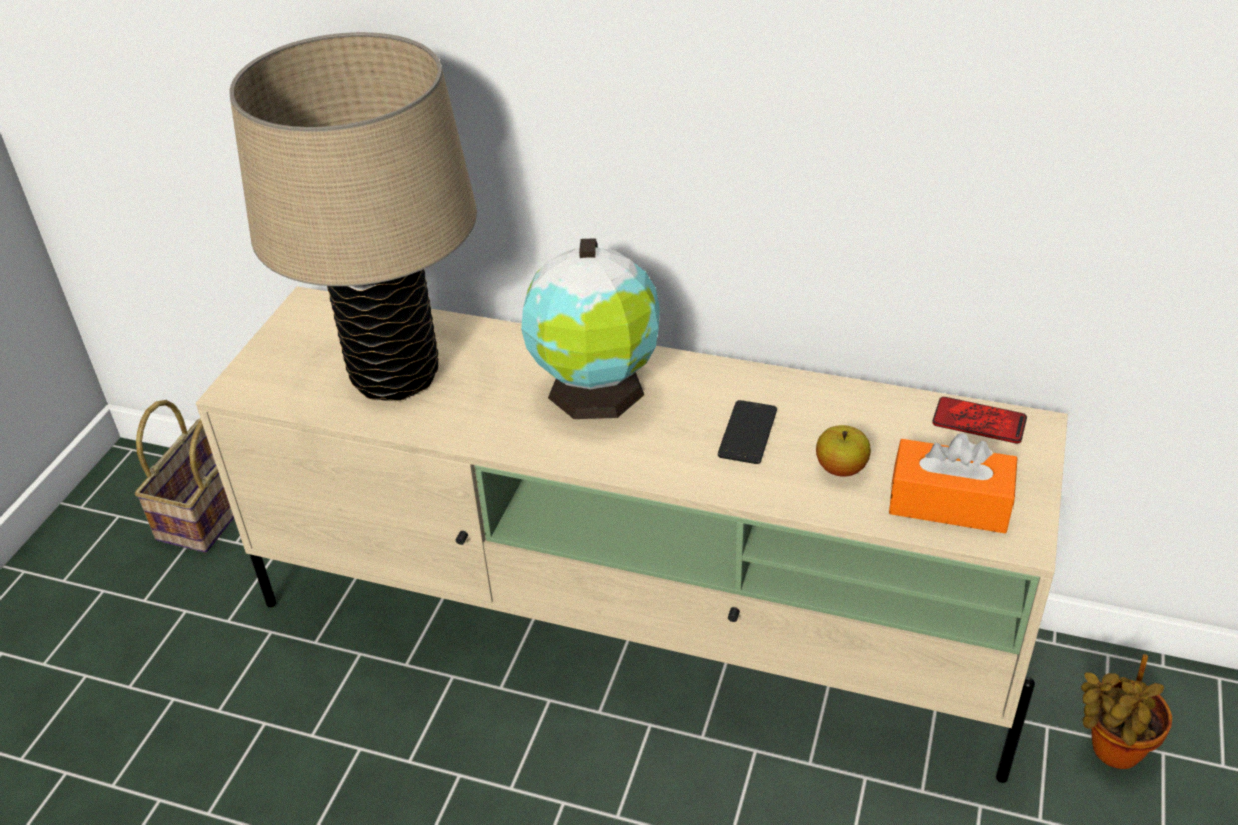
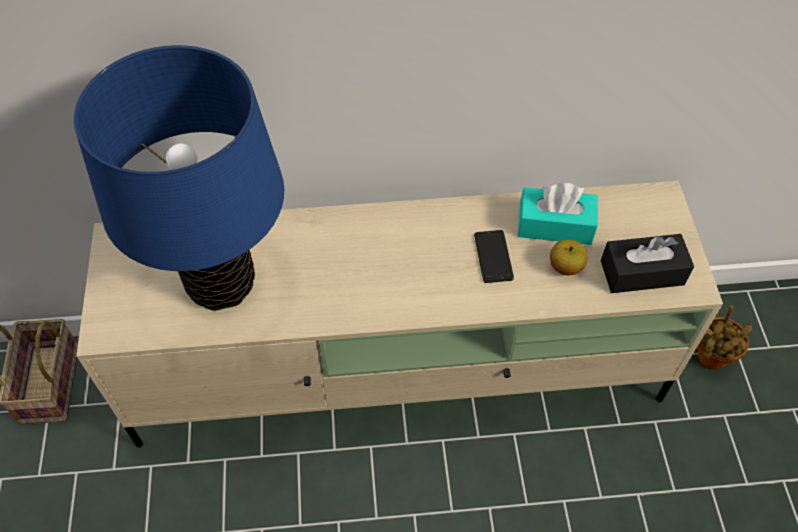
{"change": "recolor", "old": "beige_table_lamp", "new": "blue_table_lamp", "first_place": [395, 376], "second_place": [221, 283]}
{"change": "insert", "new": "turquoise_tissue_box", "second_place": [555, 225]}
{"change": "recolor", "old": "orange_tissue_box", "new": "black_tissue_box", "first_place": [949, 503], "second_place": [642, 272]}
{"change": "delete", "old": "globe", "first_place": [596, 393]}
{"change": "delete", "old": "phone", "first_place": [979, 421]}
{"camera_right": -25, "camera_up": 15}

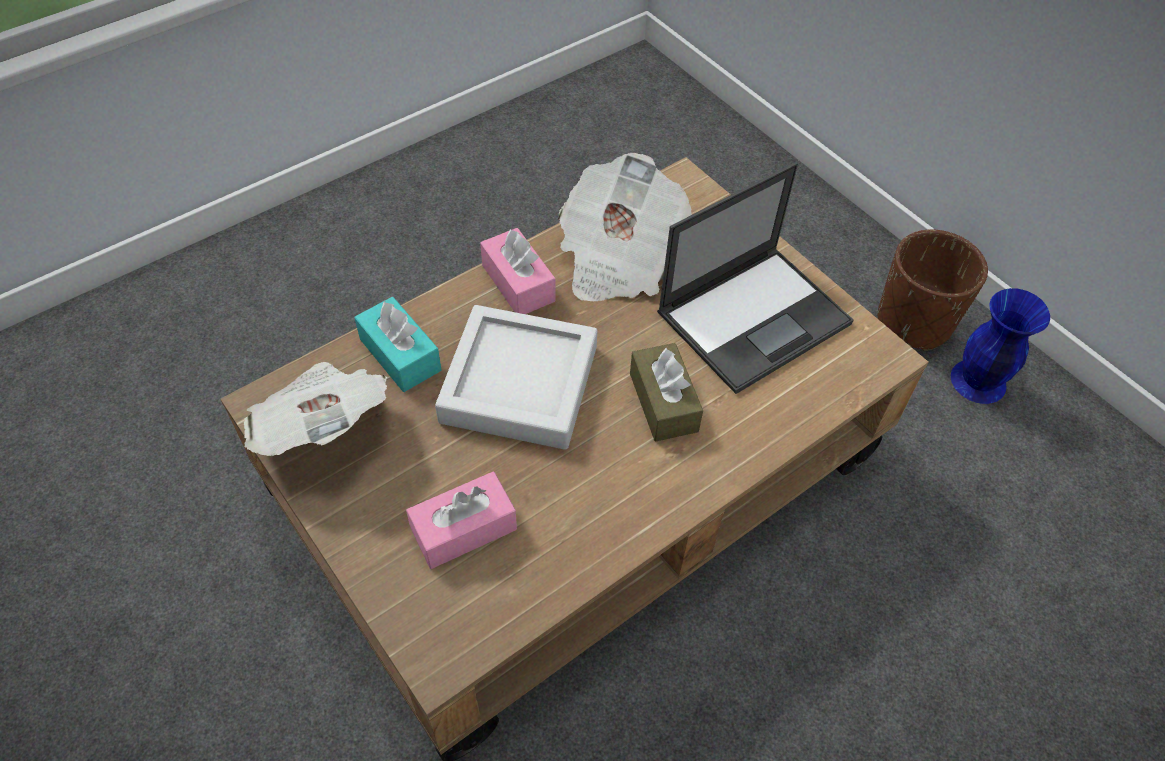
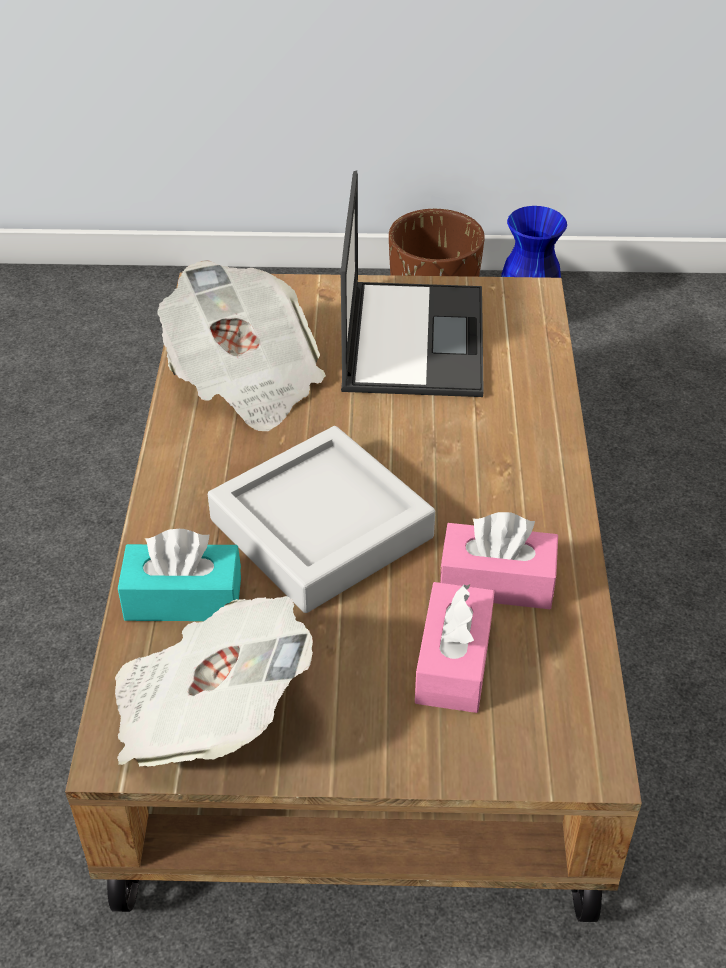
{"change": "move", "old": "pink_tissue_box", "first_place": [518, 283], "second_place": [497, 582]}
{"change": "delete", "old": "brown_tissue_box", "first_place": [663, 402]}
{"camera_right": -50, "camera_up": -10}

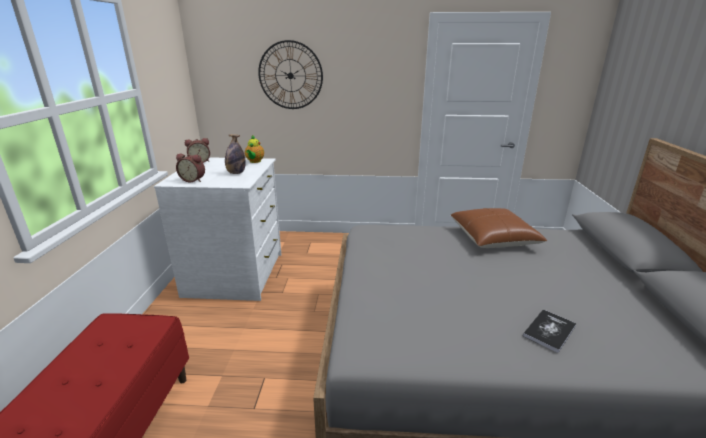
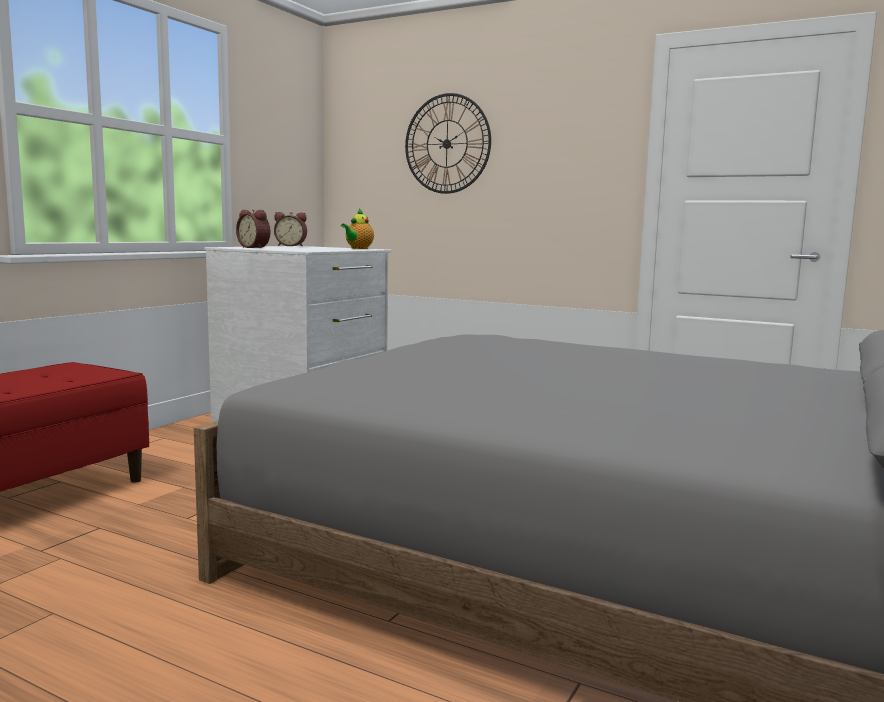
{"change": "delete", "old": "bottle", "first_place": [236, 173]}
{"change": "delete", "old": "brown_pillow", "first_place": [493, 238]}
{"change": "delete", "old": "book", "first_place": [549, 331]}
{"camera_right": 25, "camera_up": -15}

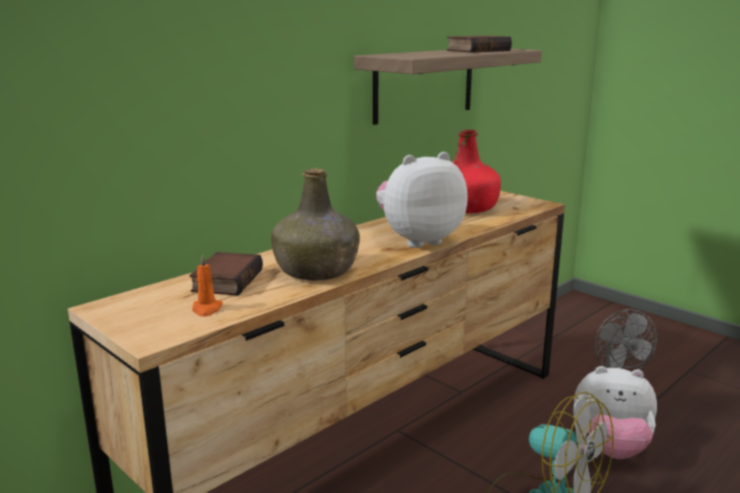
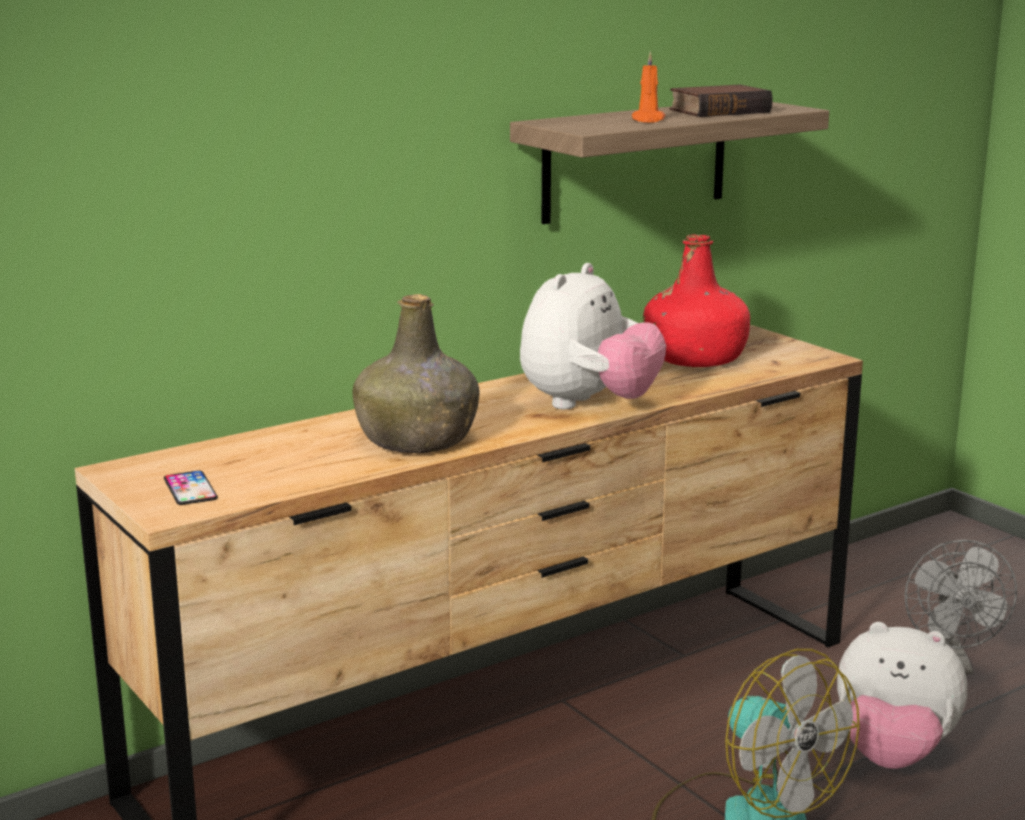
{"change": "insert", "new": "phone", "second_place": [190, 489]}
{"change": "rotate", "old": "plush_toy", "first_place": [418, 240], "second_place": [588, 405], "degrees": 135}
{"change": "move", "old": "orange_candle", "first_place": [206, 309], "second_place": [648, 120]}
{"change": "delete", "old": "book", "first_place": [226, 280]}
{"camera_right": 10, "camera_up": 0}

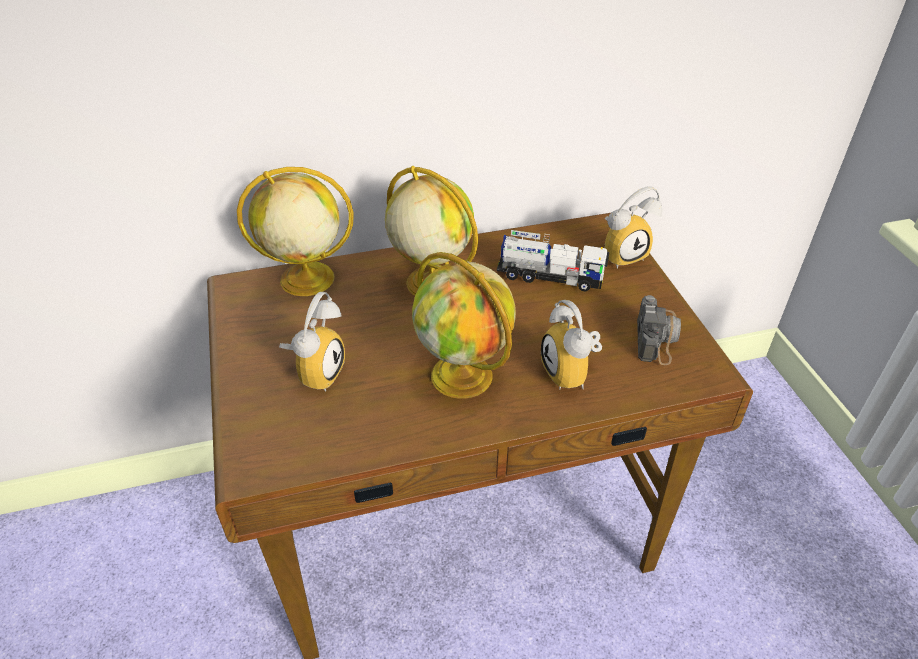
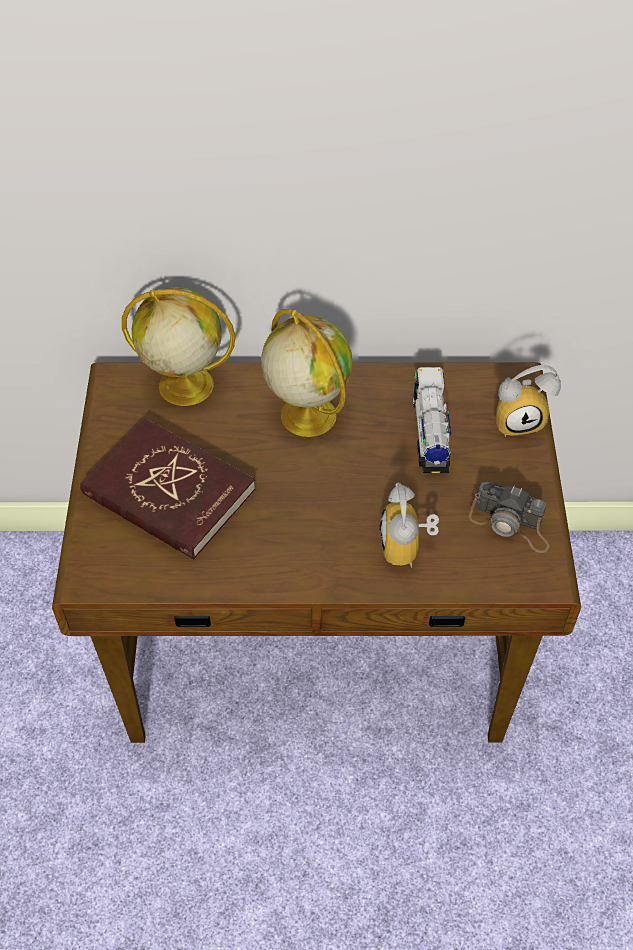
{"change": "replace", "old": "alarm_clock", "new": "red_book", "first_place": [316, 371], "second_place": [168, 493]}
{"change": "rotate", "old": "toy_truck", "first_place": [550, 277], "second_place": [430, 432], "degrees": -120}
{"change": "rotate", "old": "photo_camera", "first_place": [657, 335], "second_place": [510, 525], "degrees": 90}
{"change": "delete", "old": "globe", "first_place": [463, 376]}
{"camera_right": 15, "camera_up": 10}

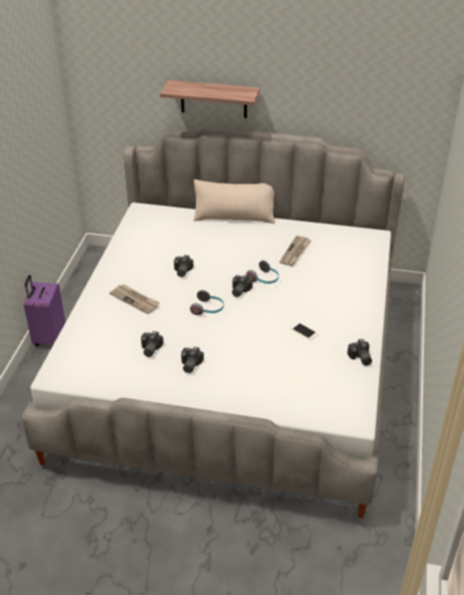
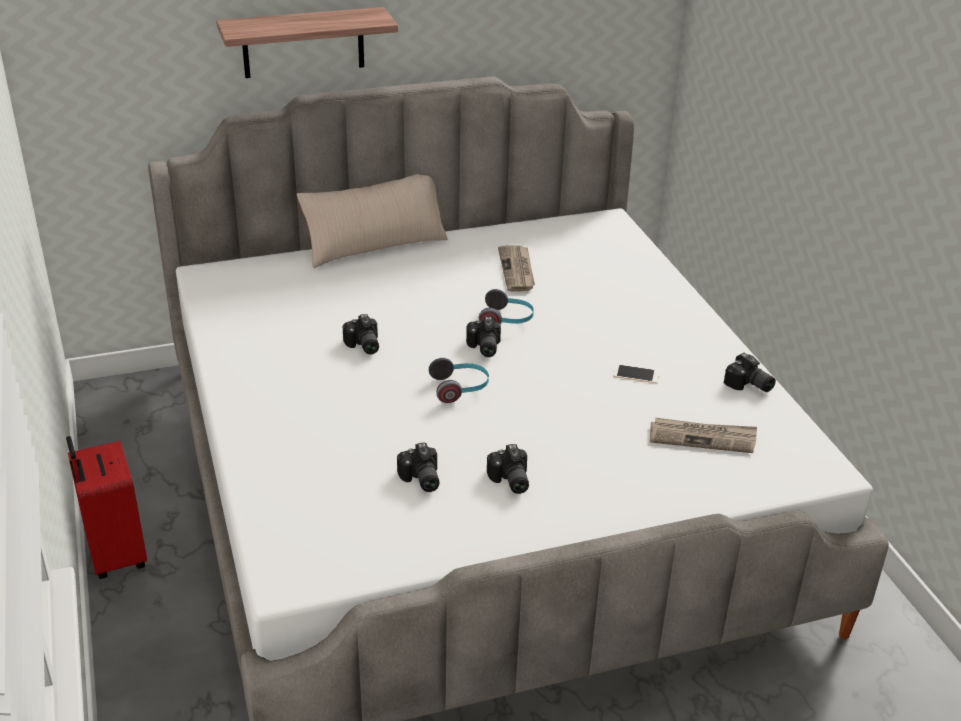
{"change": "recolor", "old": "purple_suitcase", "new": "red_suitcase", "first_place": [49, 337], "second_place": [115, 556]}
{"change": "move", "old": "newspaper", "first_place": [135, 300], "second_place": [703, 437]}
{"camera_right": -30, "camera_up": -5}

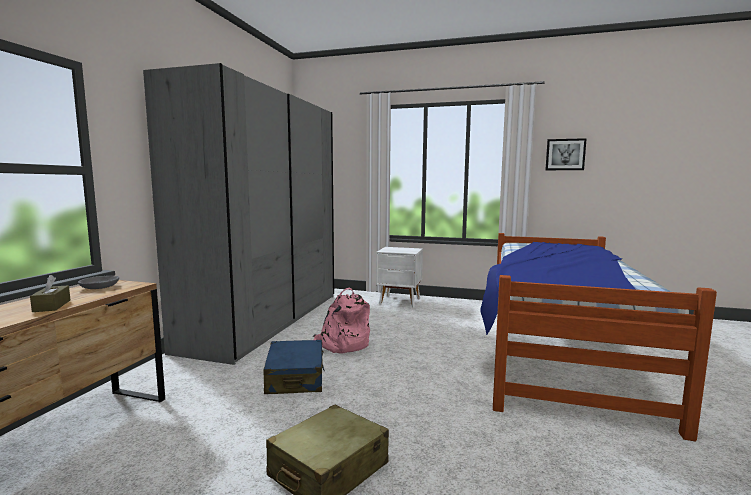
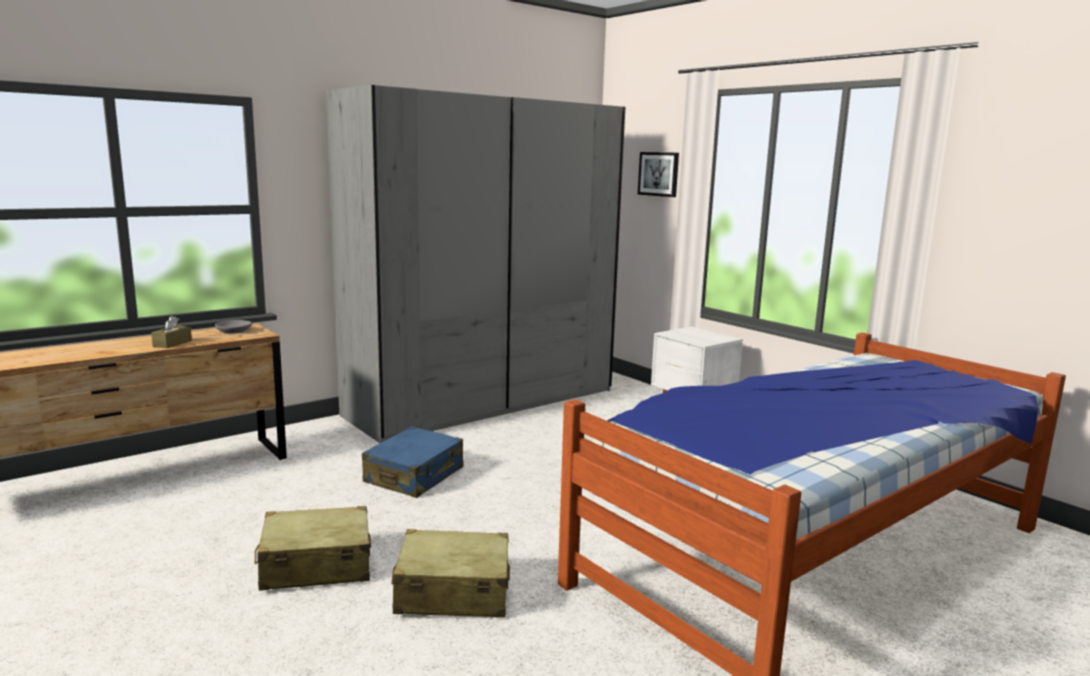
{"change": "insert", "new": "beige_suitcase", "second_place": [452, 592]}
{"change": "move", "old": "picture", "first_place": [565, 154], "second_place": [659, 174]}
{"change": "delete", "old": "pink_backpack", "first_place": [342, 344]}
{"camera_right": 35, "camera_up": 5}

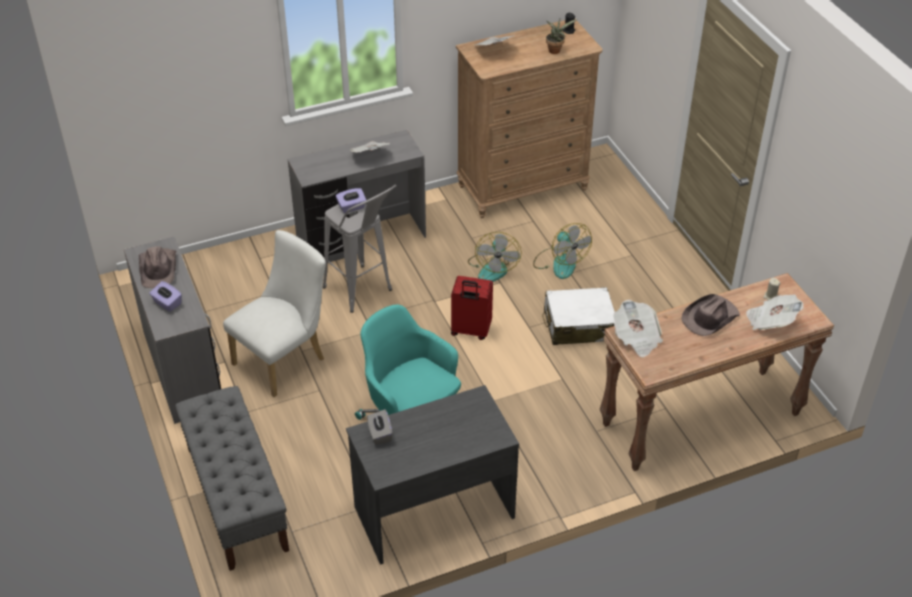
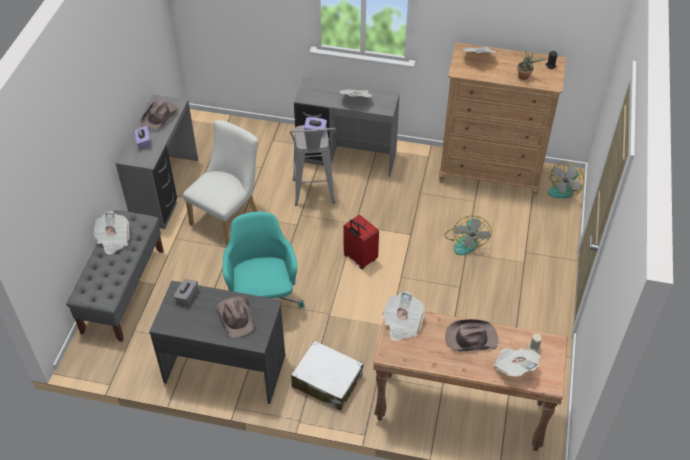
{"change": "insert", "new": "newspaper", "second_place": [113, 239]}
{"change": "rotate", "old": "white_chair", "first_place": [284, 359], "second_place": [228, 215], "degrees": -45}
{"change": "insert", "new": "brown_hat", "second_place": [236, 317]}
{"change": "move", "old": "white_suitcase", "first_place": [578, 325], "second_place": [327, 381]}
{"change": "move", "old": "fan", "first_place": [493, 268], "second_place": [564, 188]}
{"camera_right": 35, "camera_up": 5}

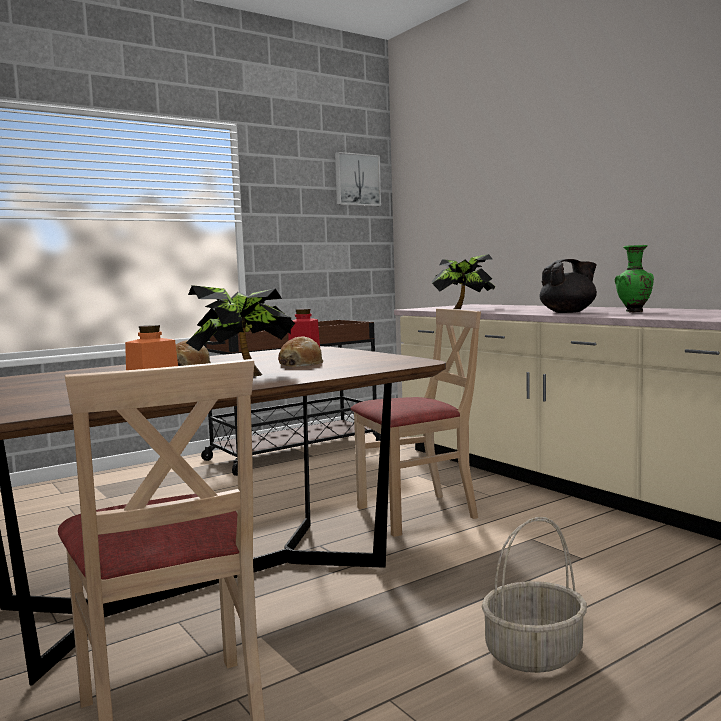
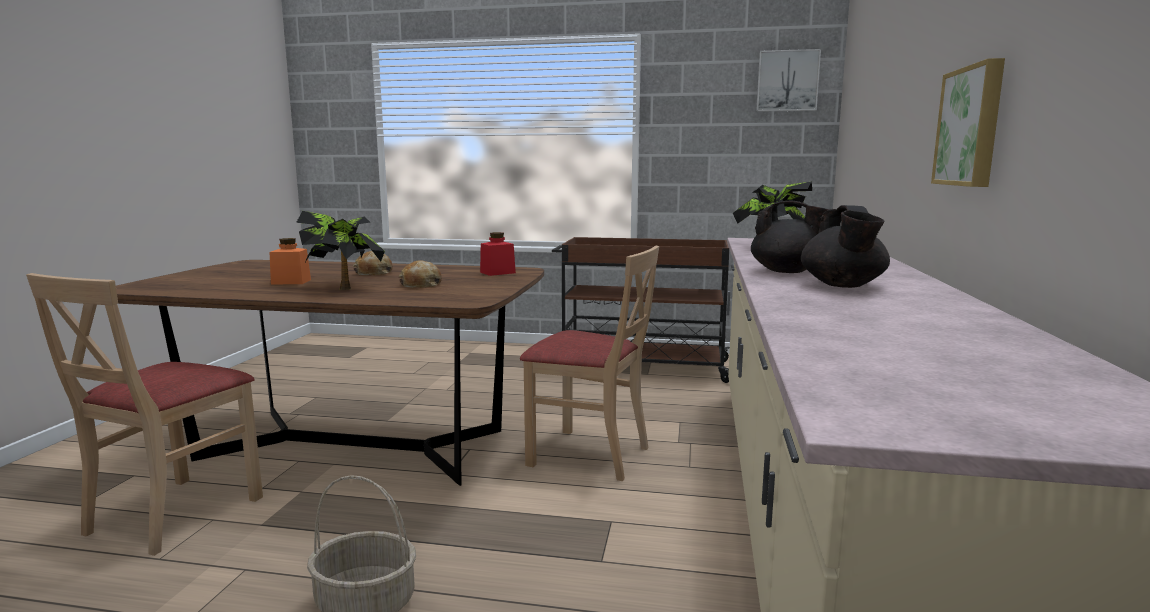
{"change": "replace", "old": "green_vase", "new": "black_teapot", "first_place": [634, 312], "second_place": [842, 285]}
{"change": "insert", "new": "picture", "second_place": [971, 127]}
{"camera_right": 45, "camera_up": 5}

